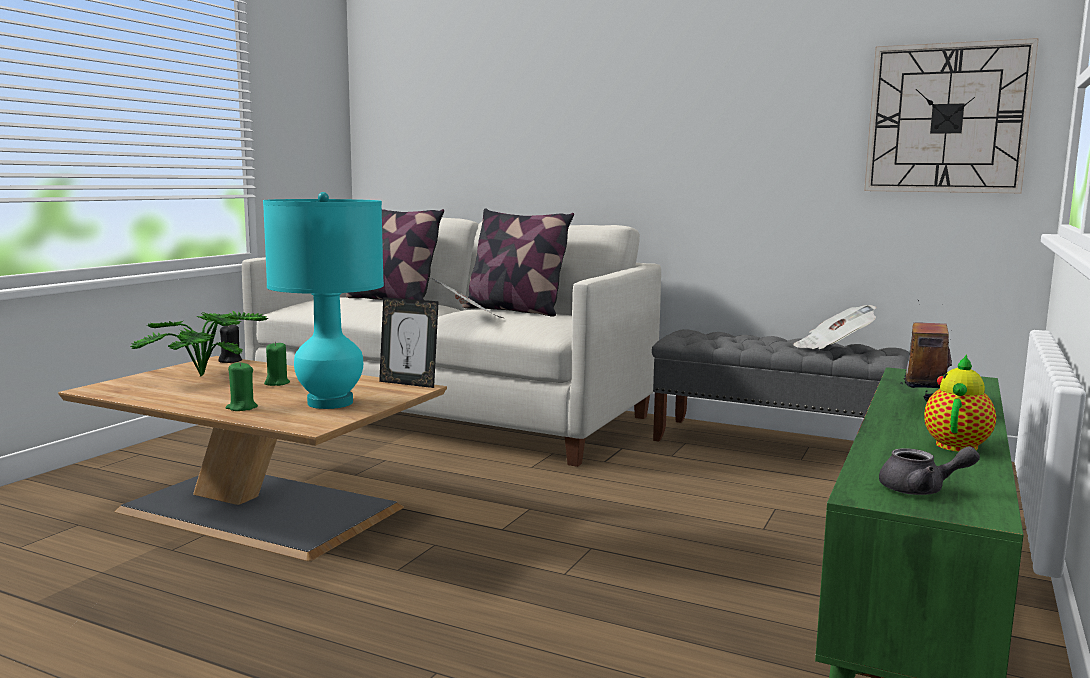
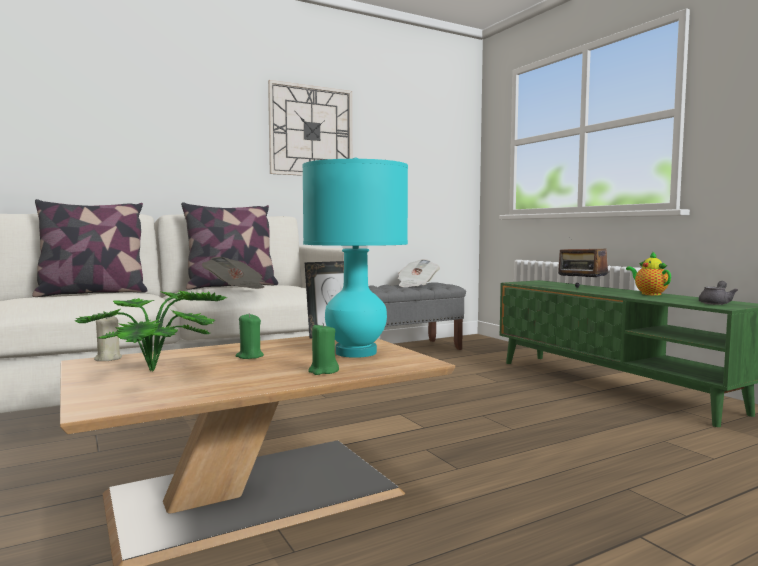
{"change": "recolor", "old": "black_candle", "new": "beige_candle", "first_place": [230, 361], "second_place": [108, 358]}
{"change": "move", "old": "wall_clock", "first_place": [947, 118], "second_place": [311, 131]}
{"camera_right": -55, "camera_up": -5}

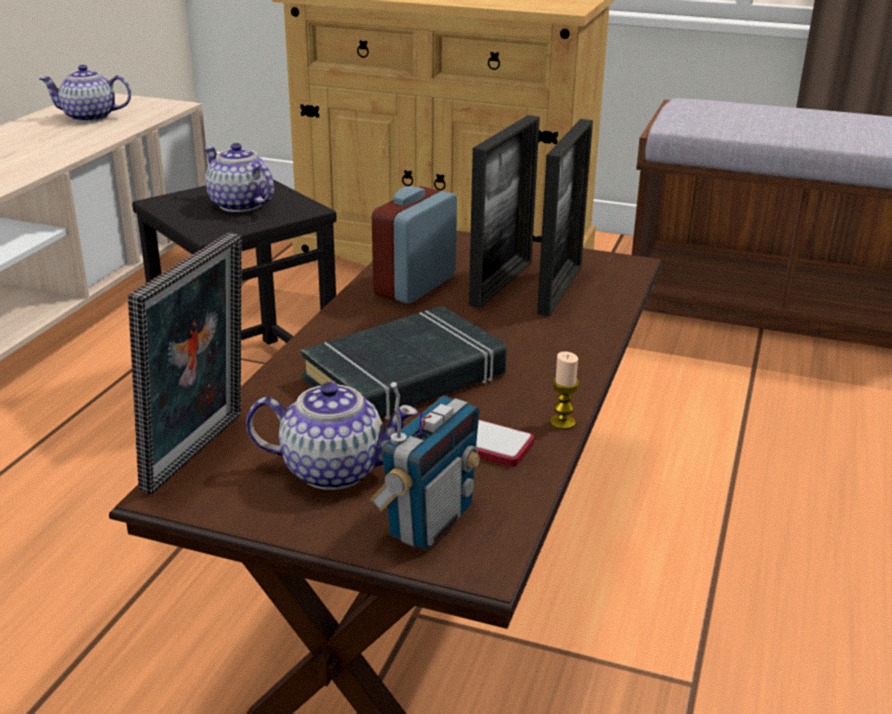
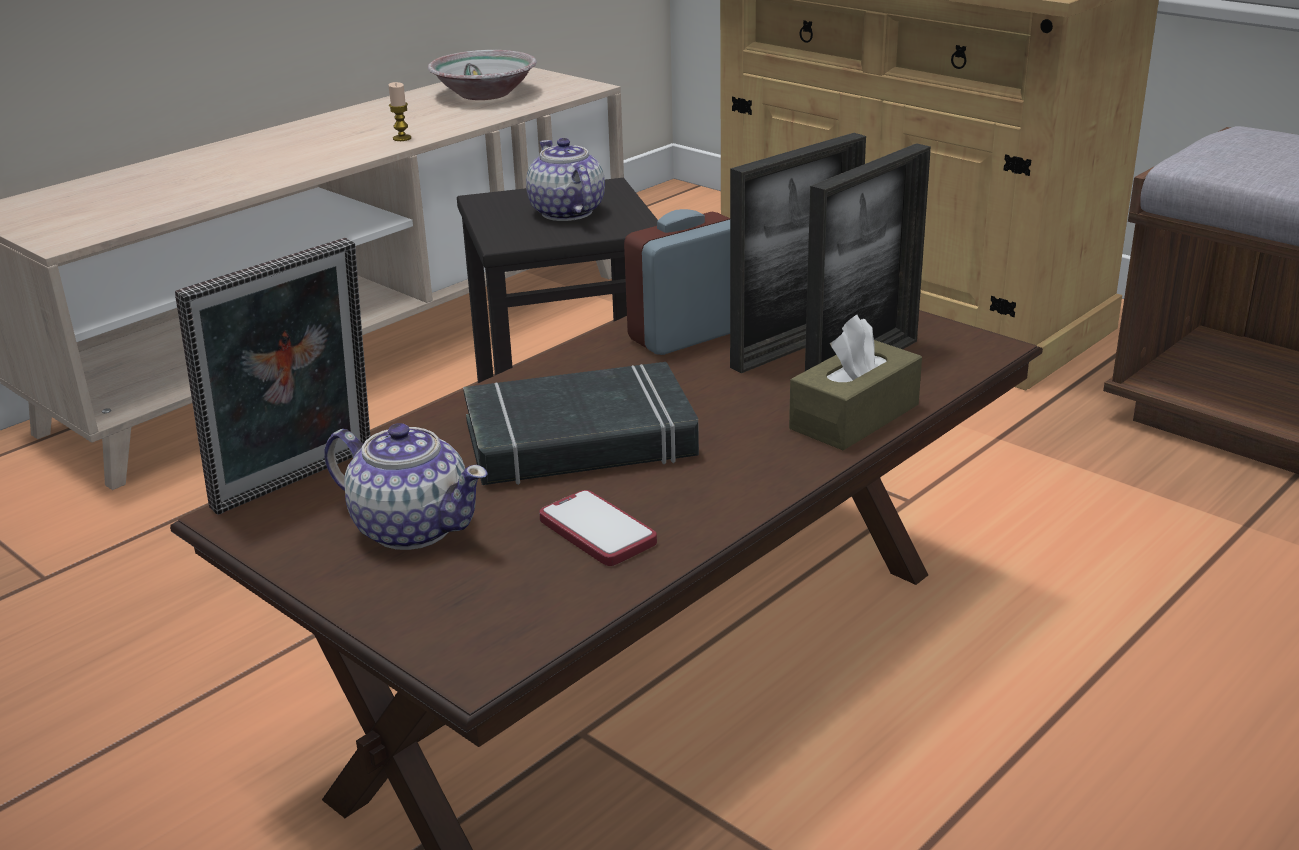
{"change": "move", "old": "candle", "first_place": [562, 423], "second_place": [402, 138]}
{"change": "replace", "old": "teapot", "new": "bowl", "first_place": [90, 117], "second_place": [485, 94]}
{"change": "insert", "new": "brown_tissue_box", "second_place": [854, 417]}
{"change": "delete", "old": "radio", "first_place": [429, 521]}
{"camera_right": 25, "camera_up": 0}

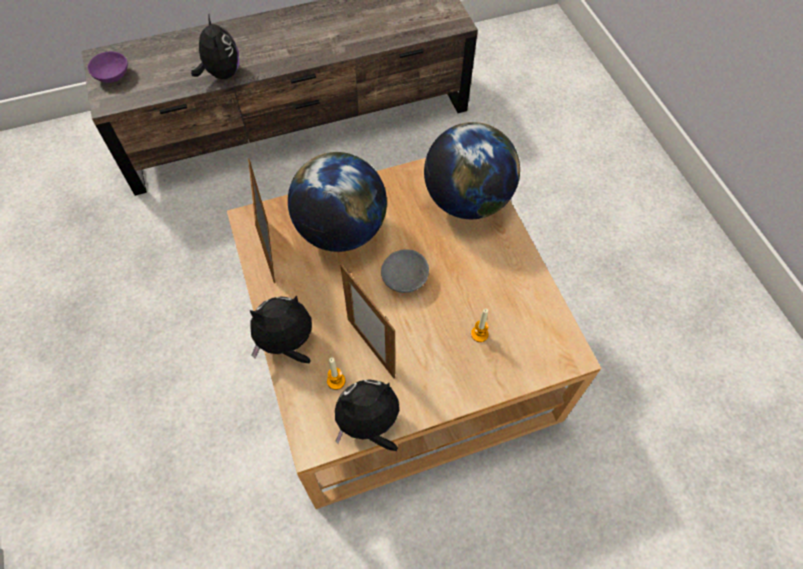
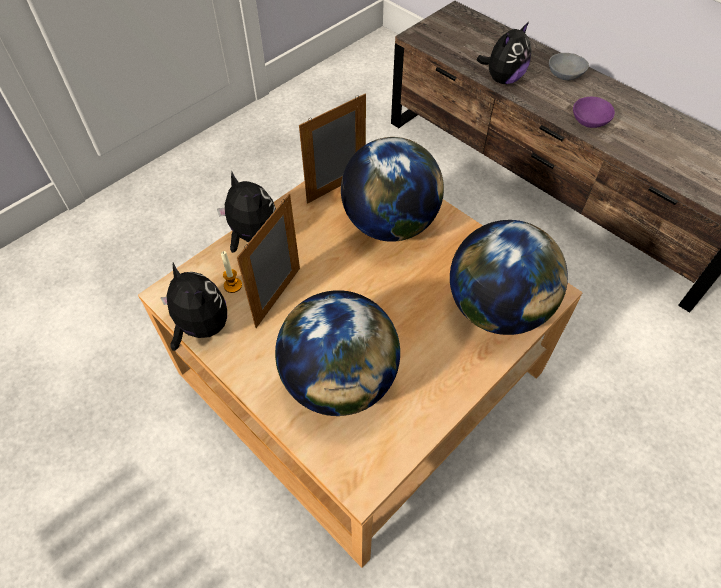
{"change": "replace", "old": "candle", "new": "globe", "first_place": [479, 334], "second_place": [339, 381]}
{"change": "move", "old": "grey_bowl", "first_place": [403, 276], "second_place": [565, 73]}
{"change": "move", "old": "purple_bowl", "first_place": [110, 74], "second_place": [588, 119]}
{"camera_right": 65, "camera_up": -5}

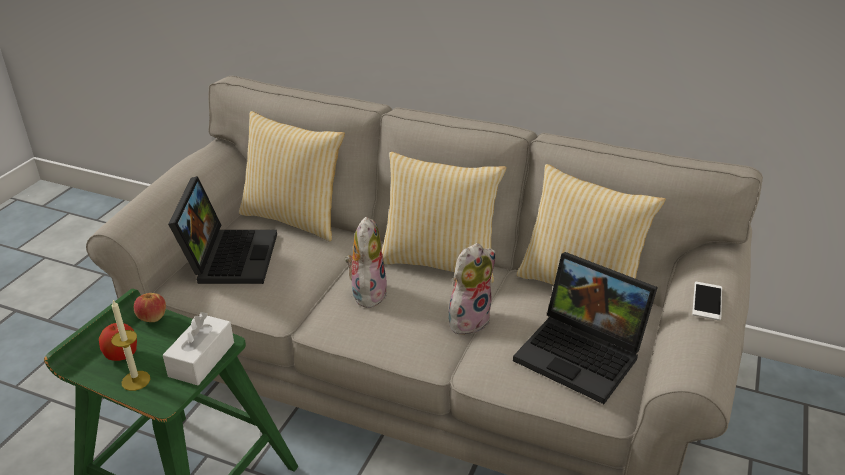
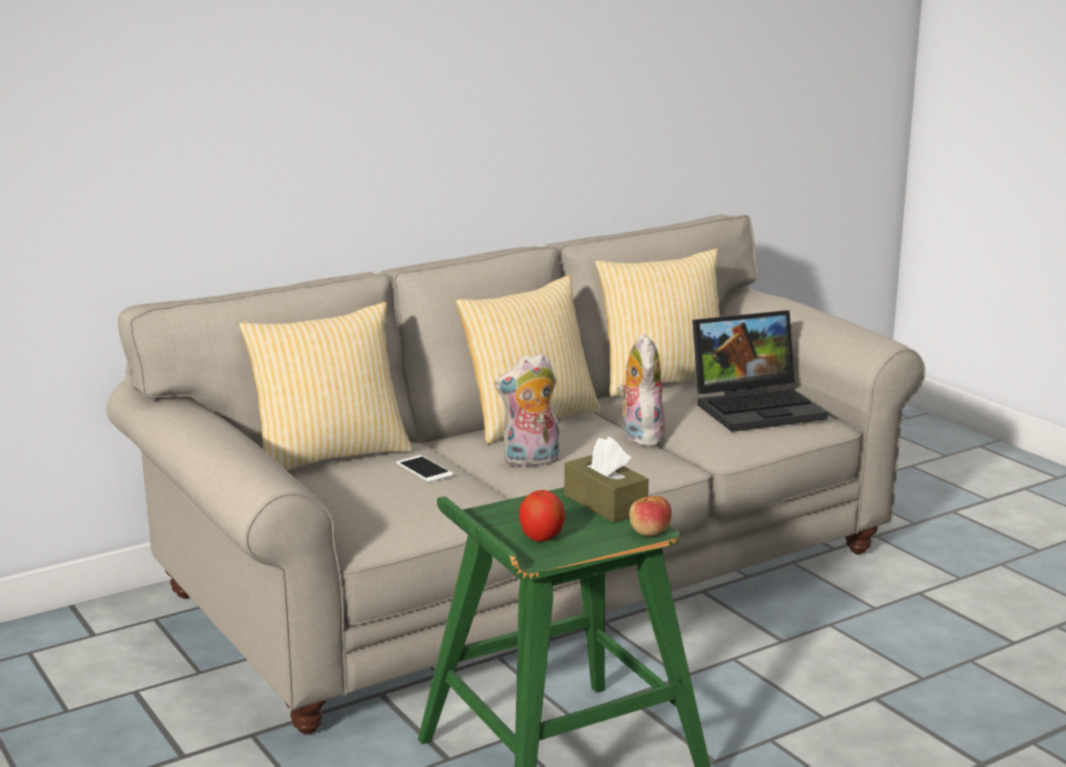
{"change": "move", "old": "phone", "first_place": [707, 301], "second_place": [424, 469]}
{"change": "rotate", "old": "plush_toy", "first_place": [367, 292], "second_place": [531, 461], "degrees": -60}
{"change": "recolor", "old": "white_tissue_box", "new": "brown_tissue_box", "first_place": [201, 359], "second_place": [605, 503]}
{"change": "move", "old": "apple", "first_place": [152, 317], "second_place": [649, 532]}
{"change": "delete", "old": "candle", "first_place": [136, 380]}
{"change": "delete", "old": "laptop", "first_place": [229, 256]}
{"camera_right": -55, "camera_up": -15}

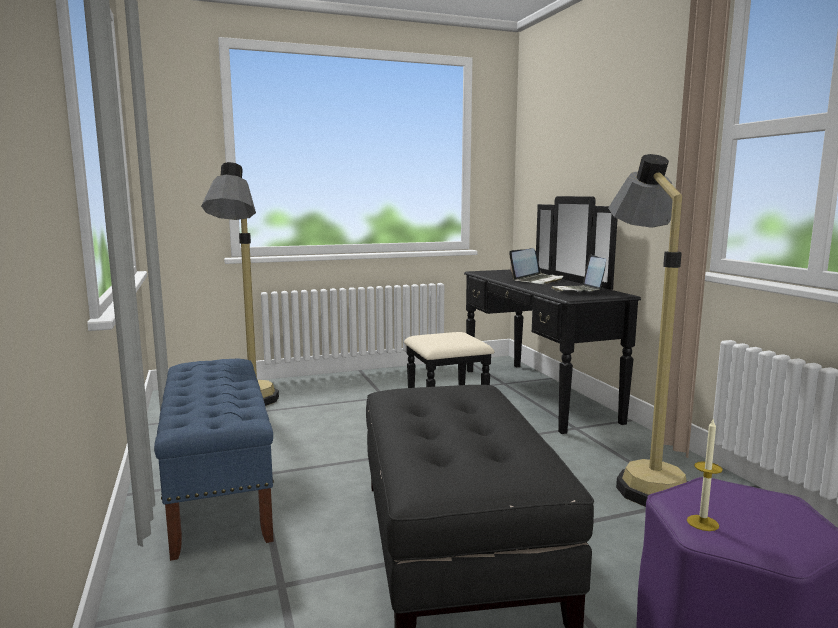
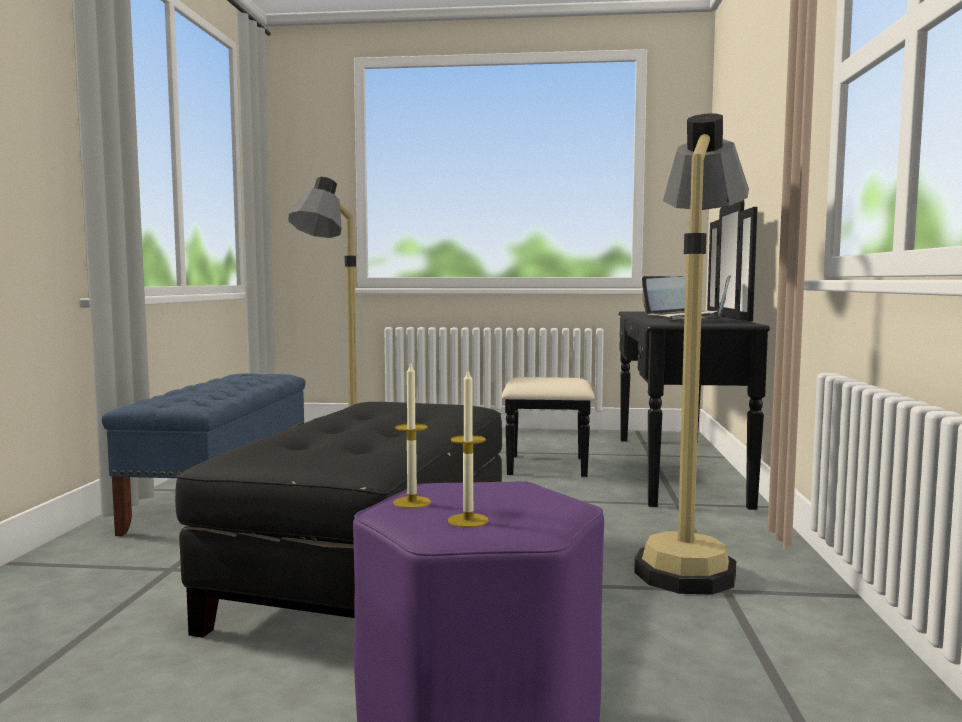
{"change": "insert", "new": "candle", "second_place": [468, 520]}
{"camera_right": 25, "camera_up": -5}

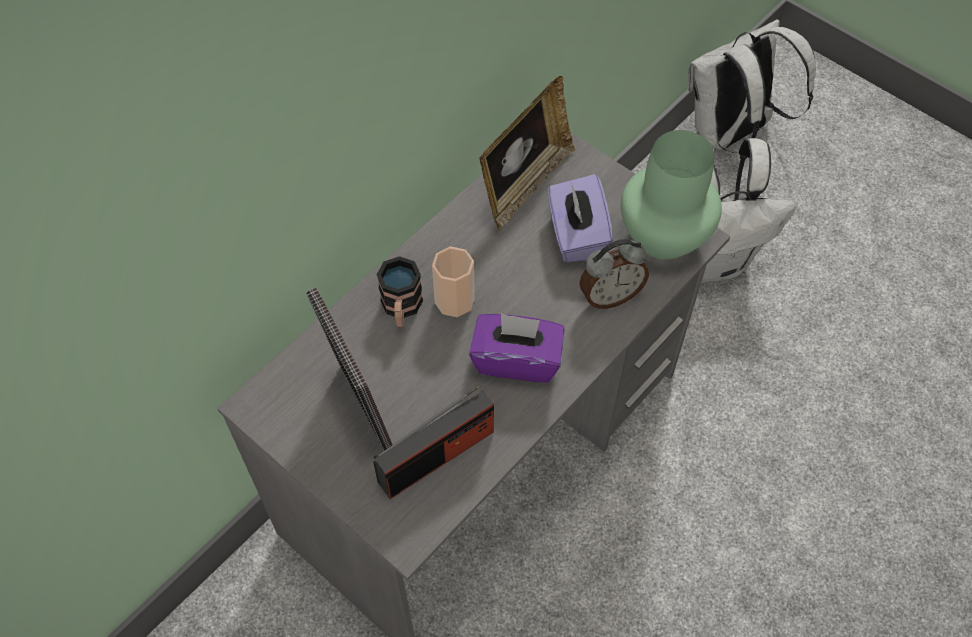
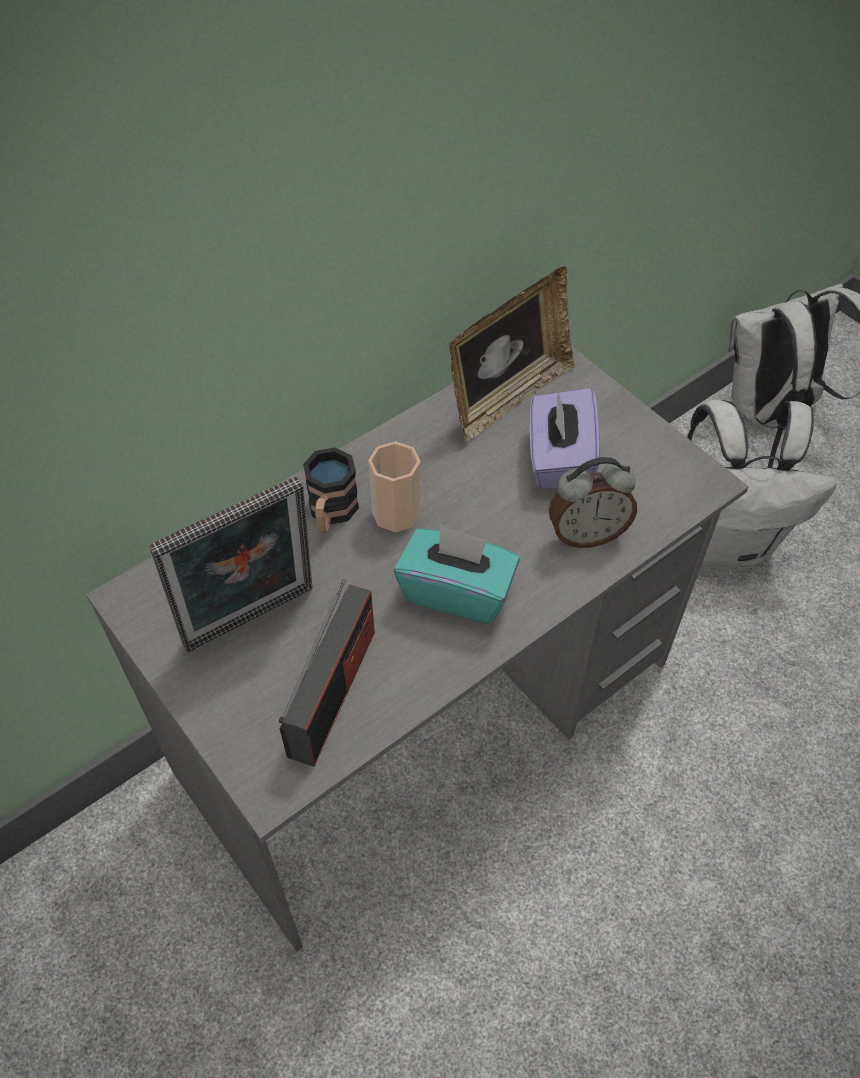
{"change": "rotate", "old": "picture_frame", "first_place": [359, 410], "second_place": [252, 622], "degrees": -105}
{"change": "rotate", "old": "radio", "first_place": [436, 456], "second_place": [332, 692], "degrees": -45}
{"change": "recolor", "old": "purple_tissue_box", "new": "turquoise_tissue_box", "first_place": [516, 359], "second_place": [457, 592]}
{"change": "delete", "old": "green_vase", "first_place": [662, 235]}
{"camera_right": 10, "camera_up": -5}

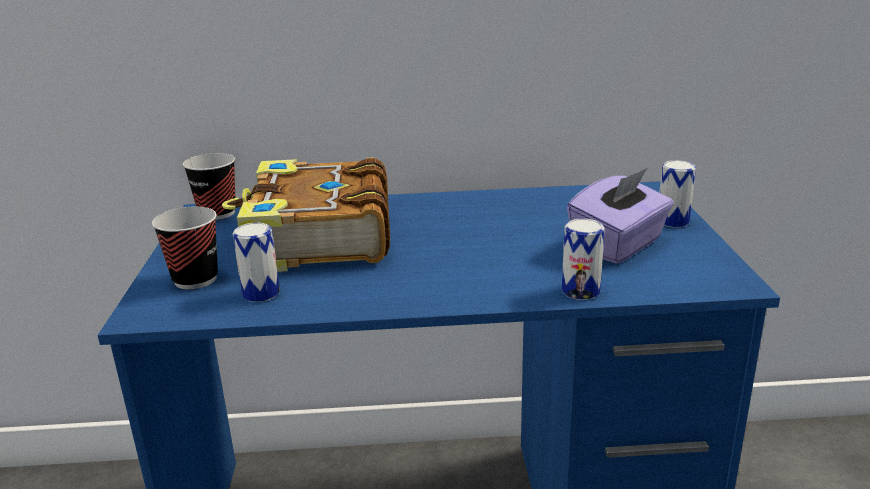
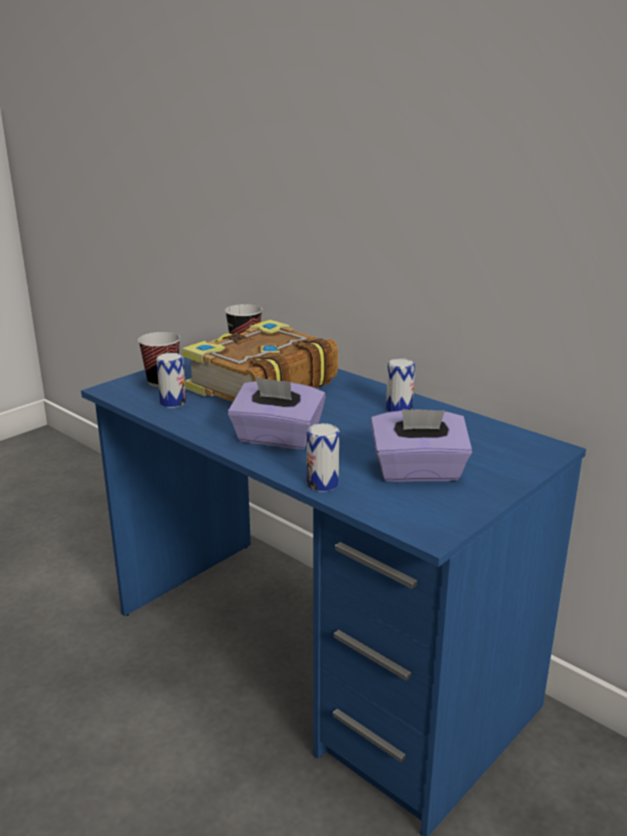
{"change": "insert", "new": "purple_tissue_box", "second_place": [277, 438]}
{"change": "move", "old": "can", "first_place": [673, 221], "second_place": [399, 409]}
{"camera_right": 45, "camera_up": 0}

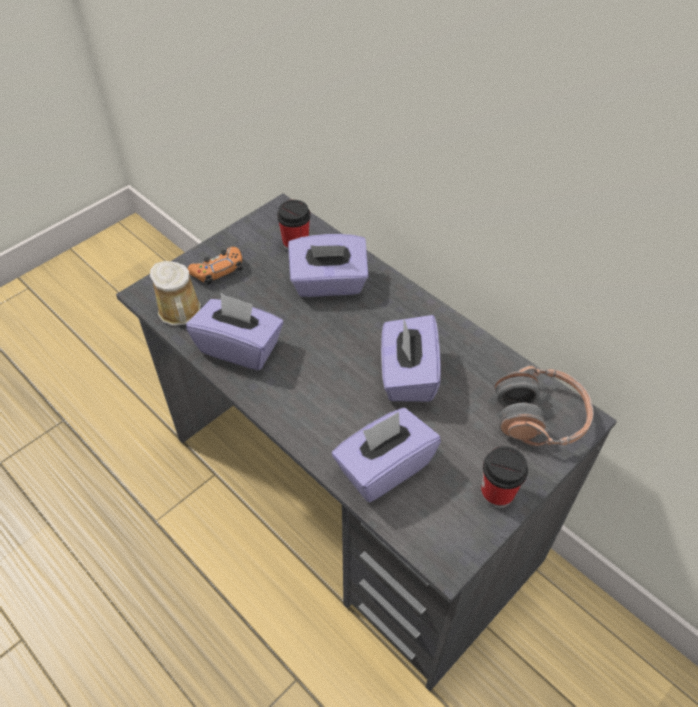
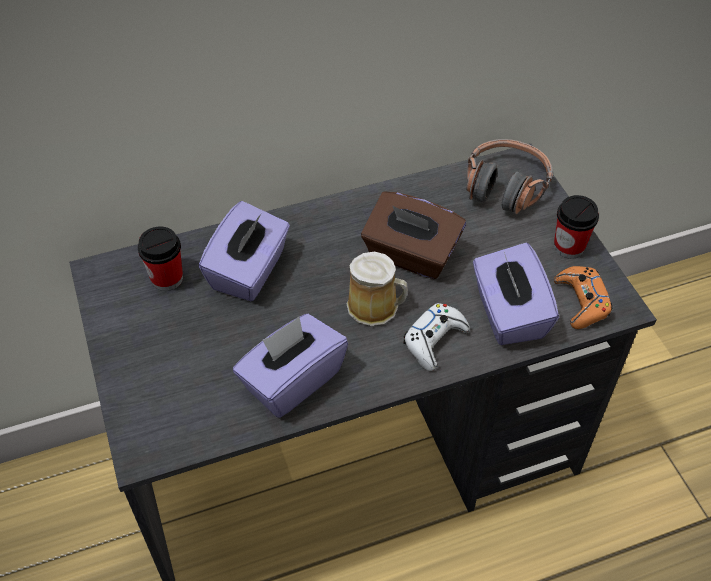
{"change": "move", "old": "mug", "first_place": [180, 313], "second_place": [376, 307]}
{"change": "recolor", "old": "purple_tissue_box", "new": "brown_tissue_box", "first_place": [407, 375], "second_place": [410, 255]}
{"change": "insert", "new": "white_game_controller", "second_place": [434, 341]}
{"change": "move", "old": "orange_game_controller", "first_place": [218, 270], "second_place": [581, 302]}
{"camera_right": -65, "camera_up": 0}

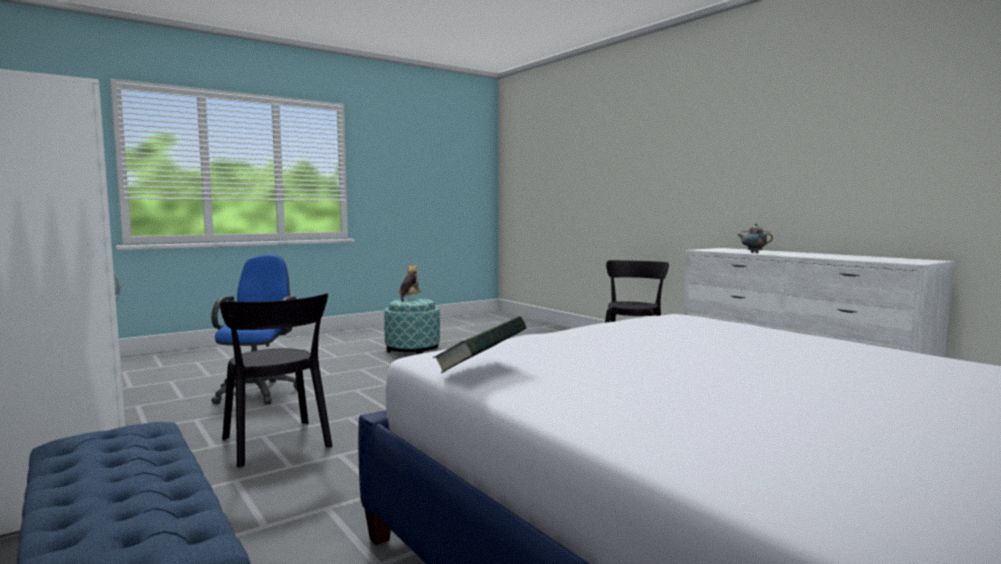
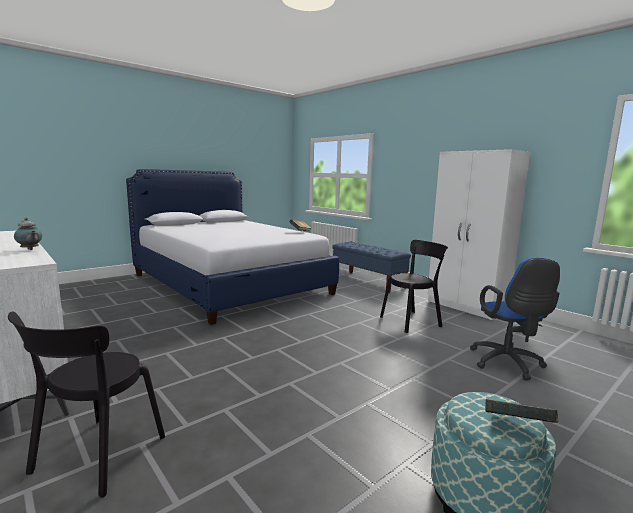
{"change": "rotate", "old": "black_chair", "first_place": [277, 445], "second_place": [412, 321], "degrees": 105}
{"change": "replace", "old": "plush_toy", "new": "book", "first_place": [409, 298], "second_place": [518, 429]}
{"camera_right": 175, "camera_up": 5}

